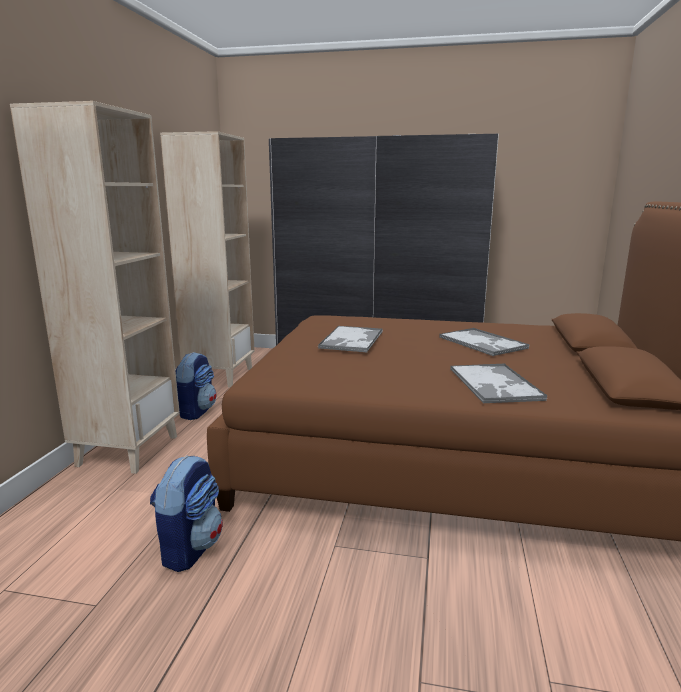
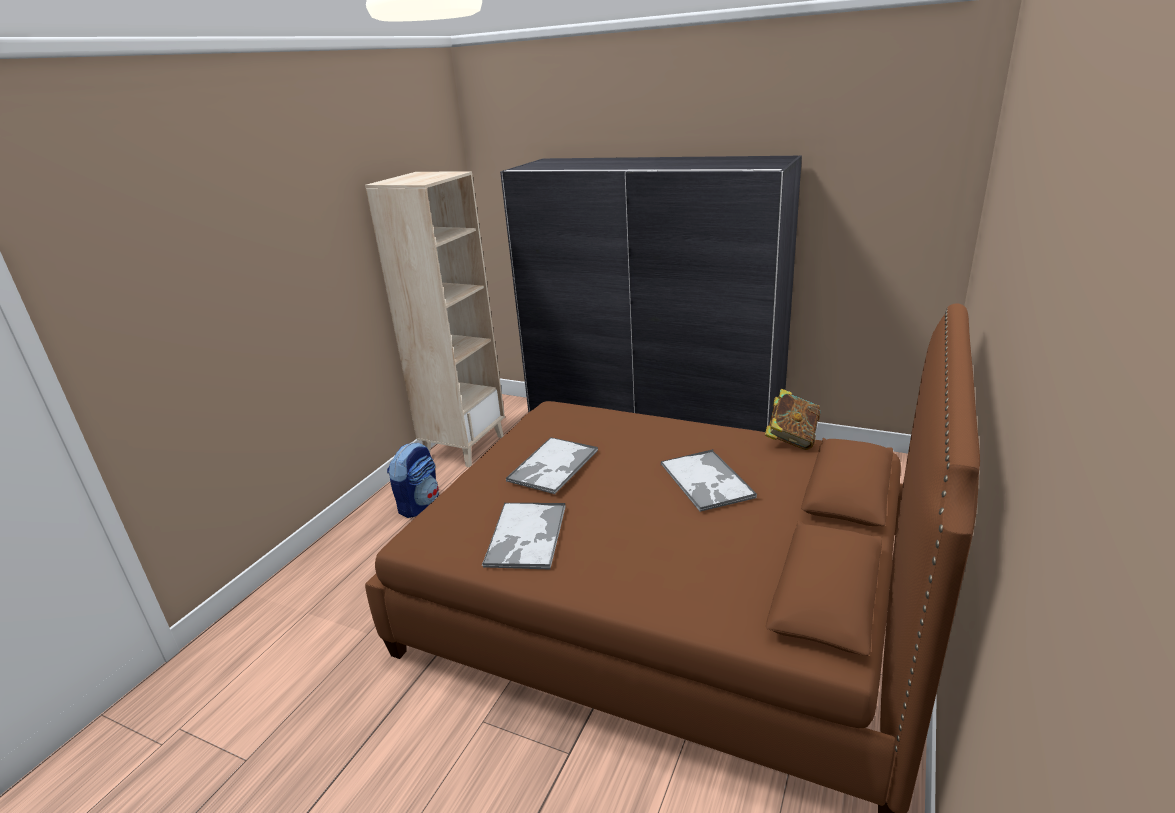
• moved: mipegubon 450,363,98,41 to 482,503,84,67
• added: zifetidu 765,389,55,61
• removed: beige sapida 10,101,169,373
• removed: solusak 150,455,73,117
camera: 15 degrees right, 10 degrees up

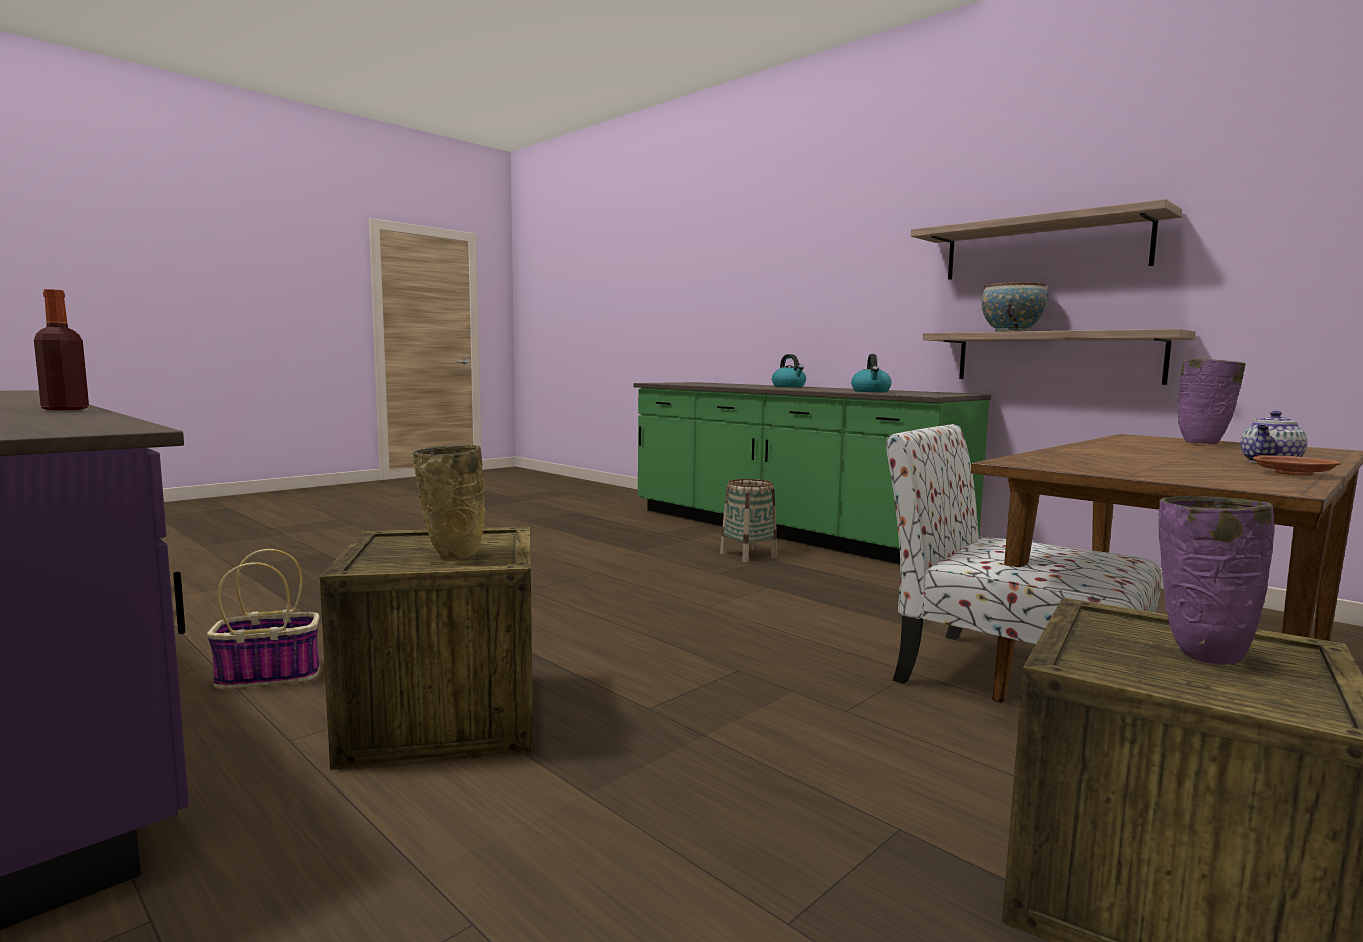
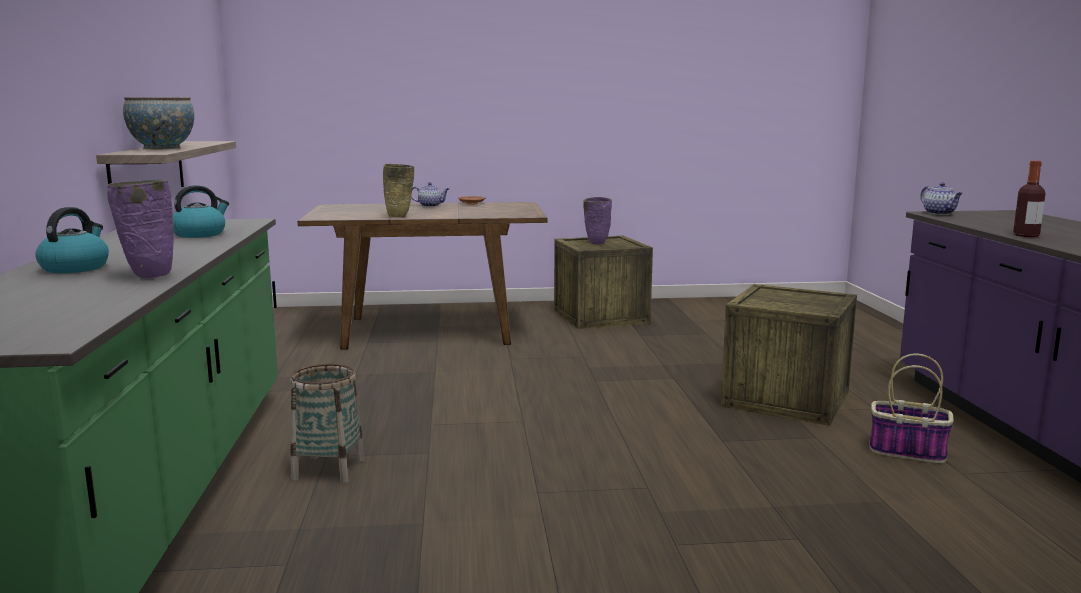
• moved: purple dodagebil 1177,359,69,85 to 107,179,67,99
• moved: beige dodagebil 413,445,73,114 to 383,164,31,54
• added: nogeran 920,182,43,33
• removed: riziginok 886,424,276,260
• removed: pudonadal 911,199,271,81
camera: 140 degrees left, 5 degrees up

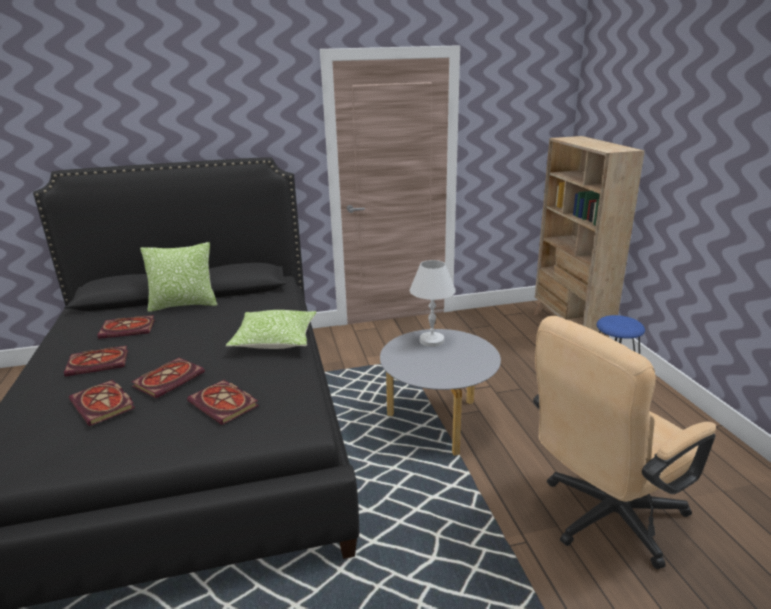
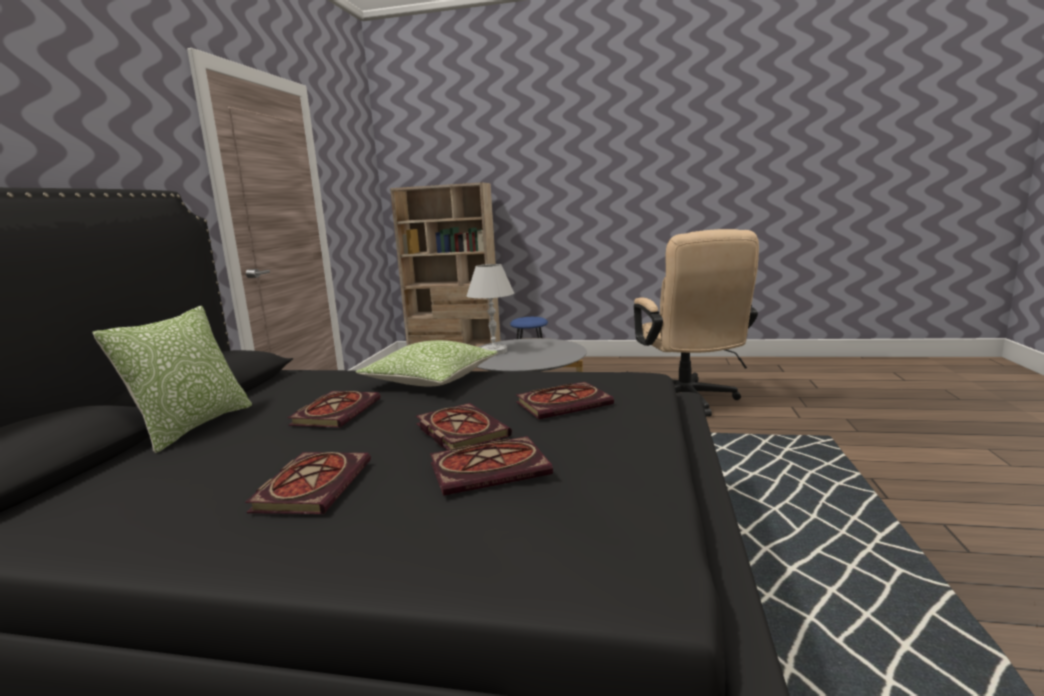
• moved: zifetidu 97,315,58,24 to 287,391,94,36
camera: 65 degrees left, 10 degrees down

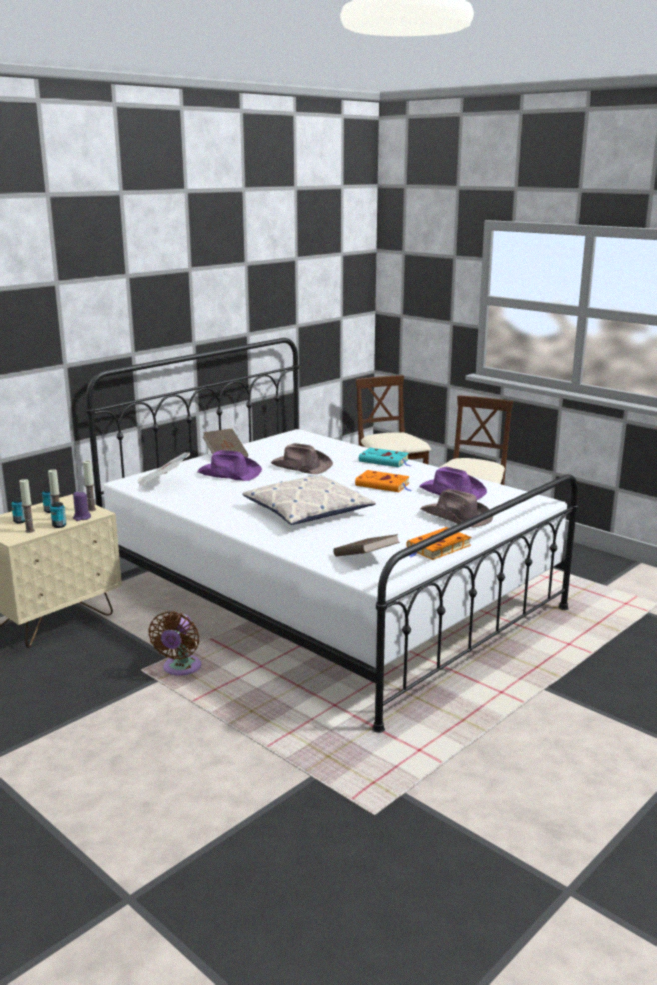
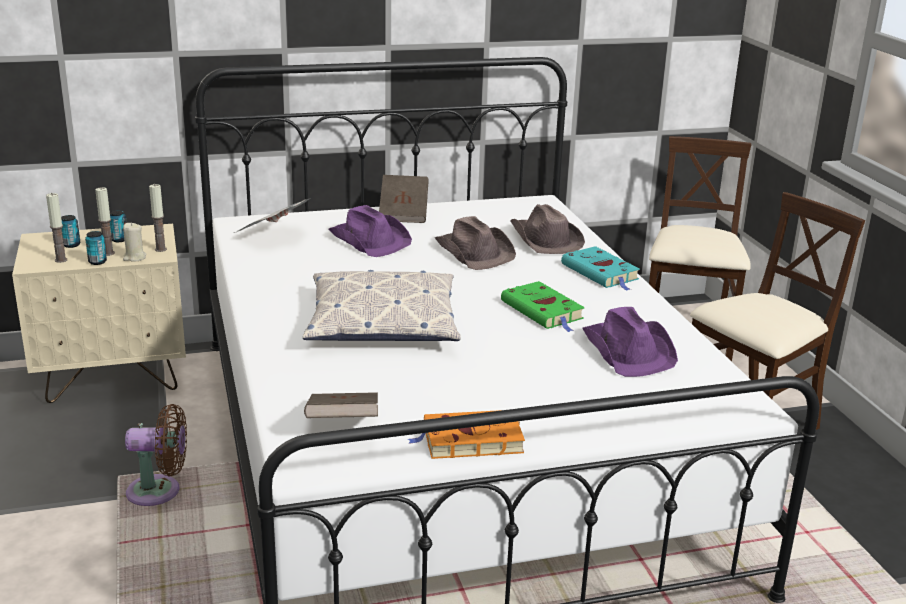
• recoloured: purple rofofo 73,491,18,30 to beige rofofo 123,223,24,39
• turned: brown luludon 148,611,53,65 = 125,404,62,102 135 degrees counterclockwise
• recoloured: orange zifetidu 355,470,56,22 to green zifetidu 501,281,84,51
• moved: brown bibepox 420,489,73,39 to 510,204,75,50
camera: 30 degrees right, 5 degrees up

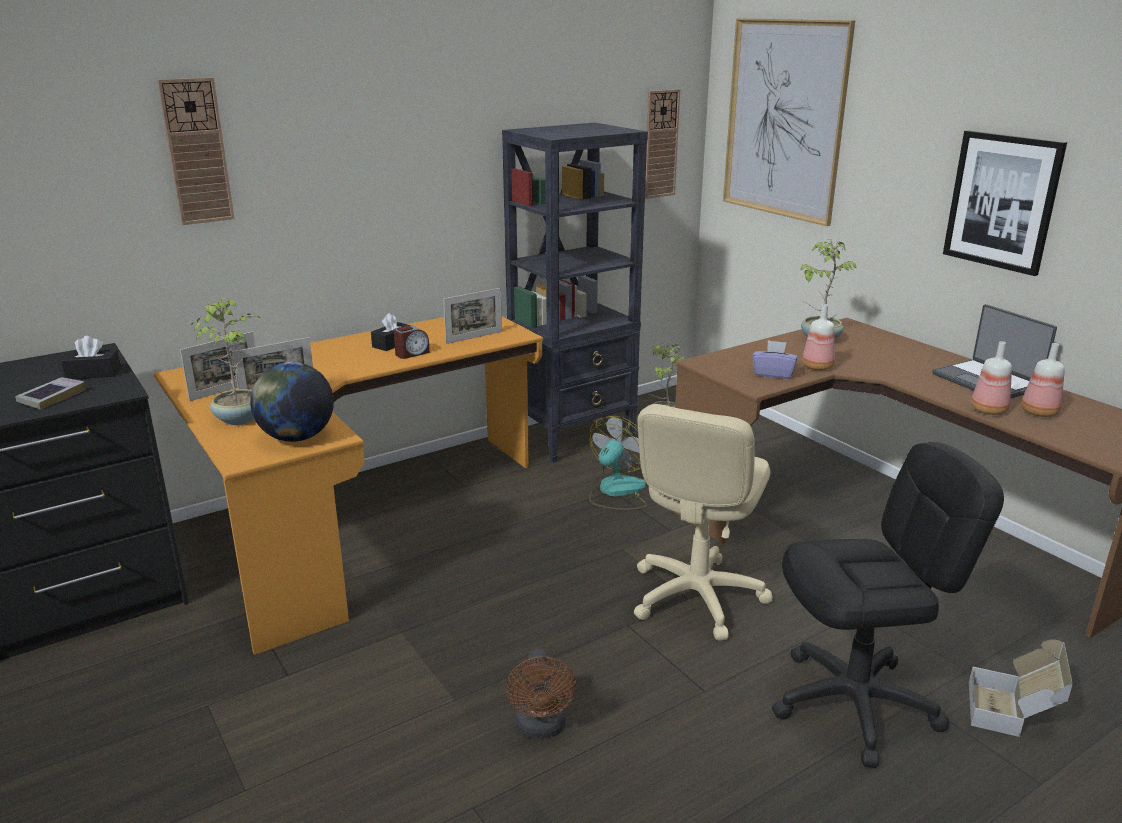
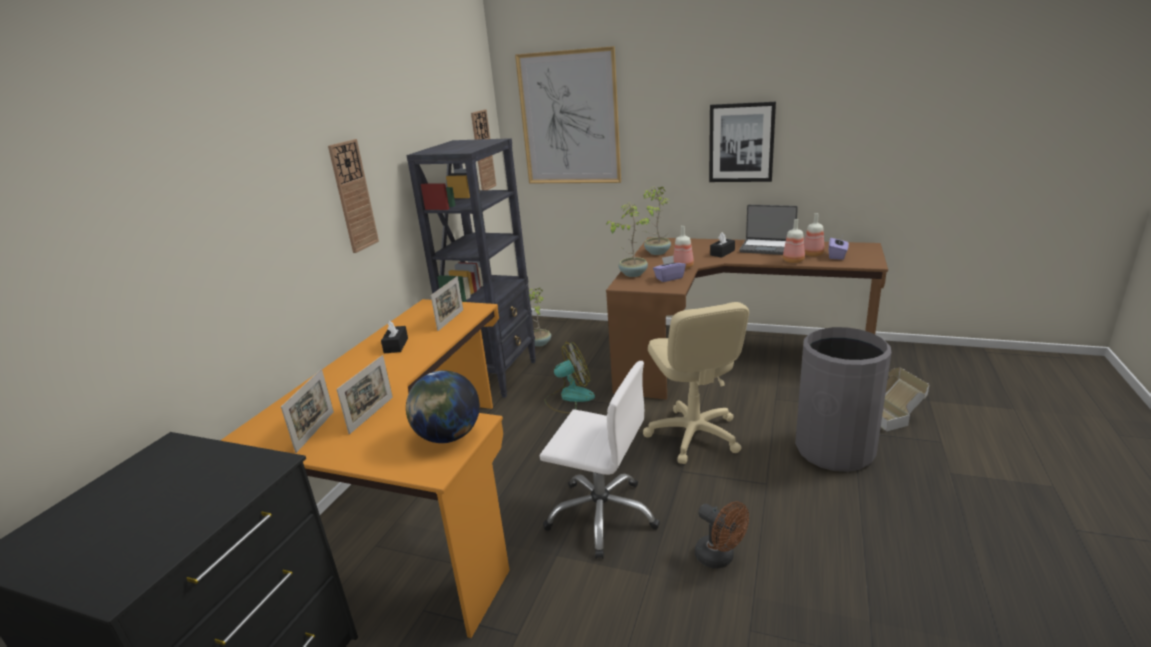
• moved: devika 157,77,78,148 to 328,139,51,114
• added: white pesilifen 540,361,120,198
• turned: luludon 589,416,58,94 = 545,342,50,72 75 degrees clockwise
• moved: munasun 192,298,68,127 to 606,202,44,75
• moved: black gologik 61,336,60,43 to 710,232,25,26
• replaced: black pesilifen 772,442,232,326 to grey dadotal 795,327,96,145
• added: purple gologik 829,237,20,23
• removed: zifetidu 15,377,71,33
• removed: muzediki 393,325,37,34
camera: 35 degrees left, 0 degrees up

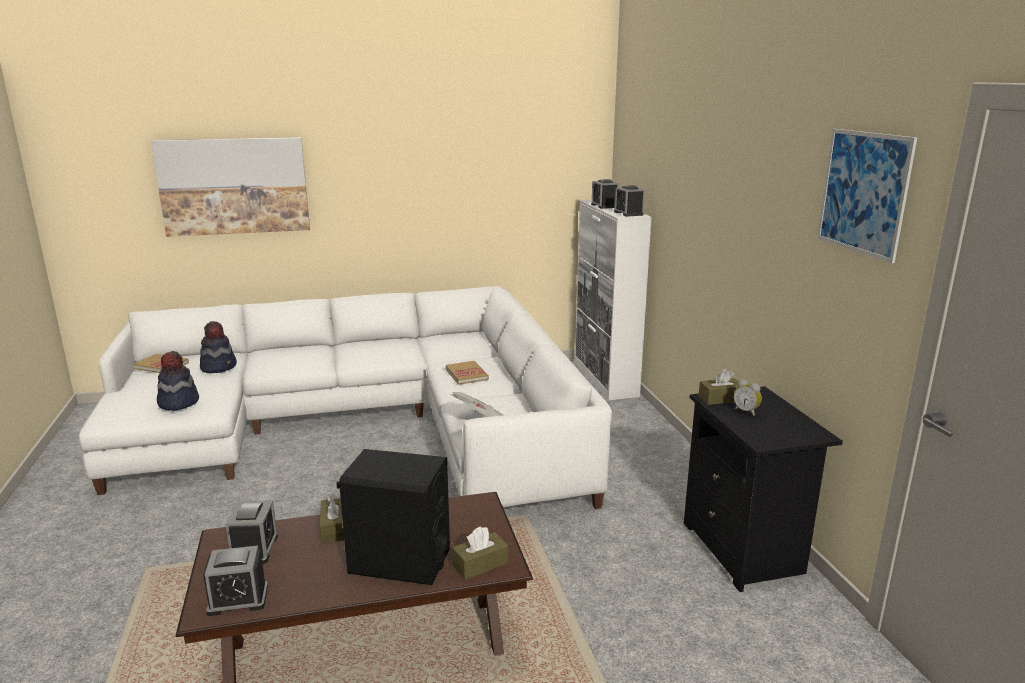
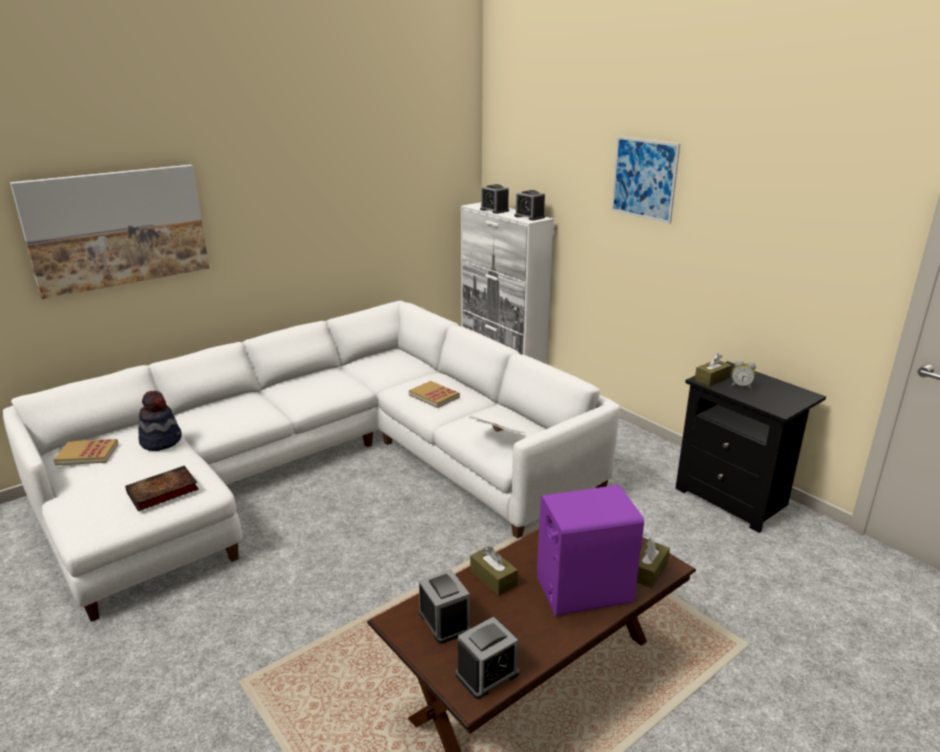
• replaced: bibepox 157,351,42,60 to zifetidu 125,465,74,46
• recoloured: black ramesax 336,449,114,136 to purple ramesax 537,485,107,131
• moved: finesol 817,129,100,134 to 611,136,69,88
camera: 25 degrees left, 5 degrees up

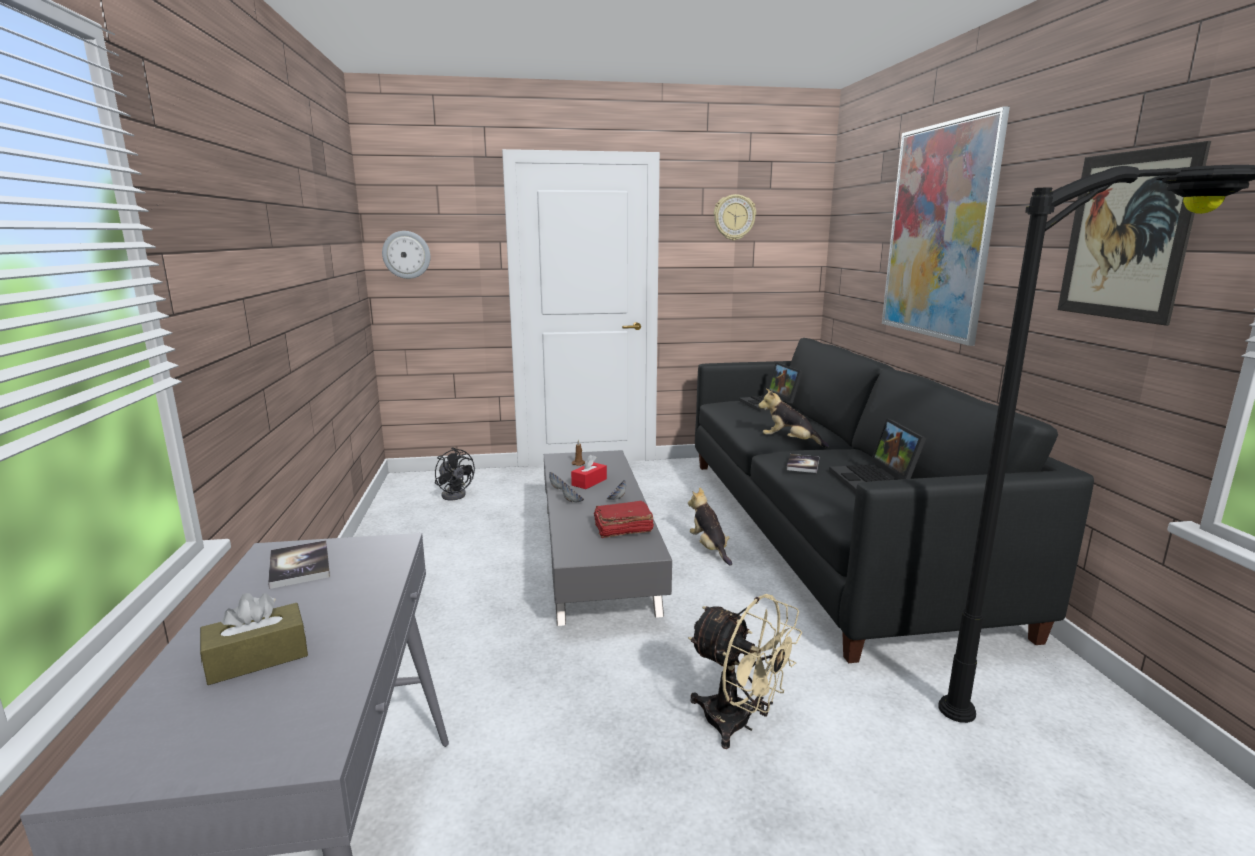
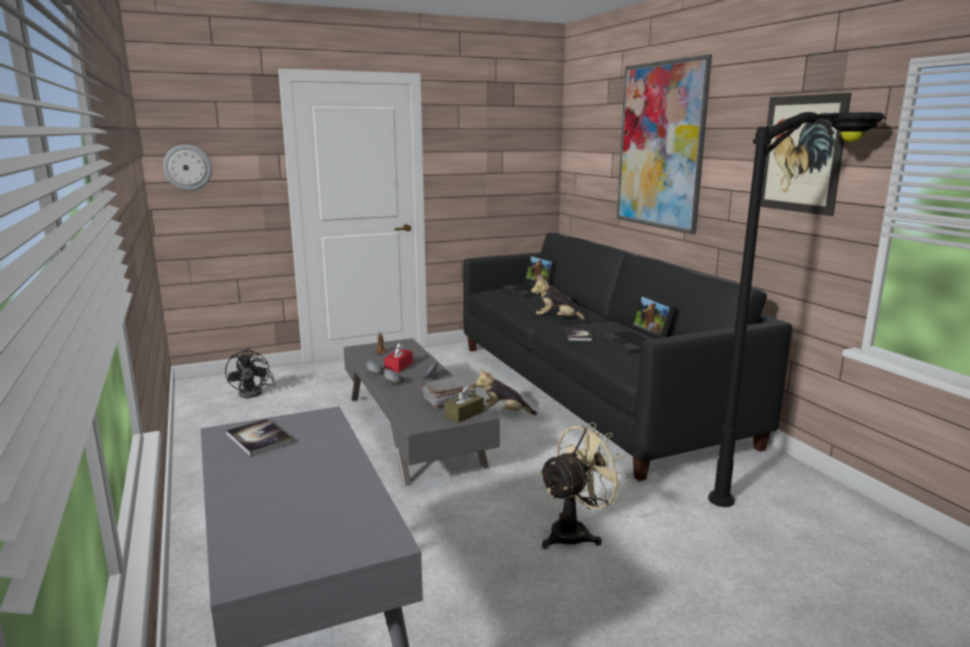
• turned: black luludon 435,447,40,53 = 225,349,51,49 45 degrees clockwise
• recoloured: red zifetidu 594,501,60,37 to grey zifetidu 422,375,54,33
• moved: brown gologik 200,593,108,92 to 445,386,39,37
• turned: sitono 688,487,44,79 = 475,369,62,46 45 degrees counterclockwise
• turned: beige luludon 688,594,114,155 = 538,422,92,127 60 degrees counterclockwise
• removed: devika 714,194,42,47
camera: 15 degrees left, 0 degrees up

